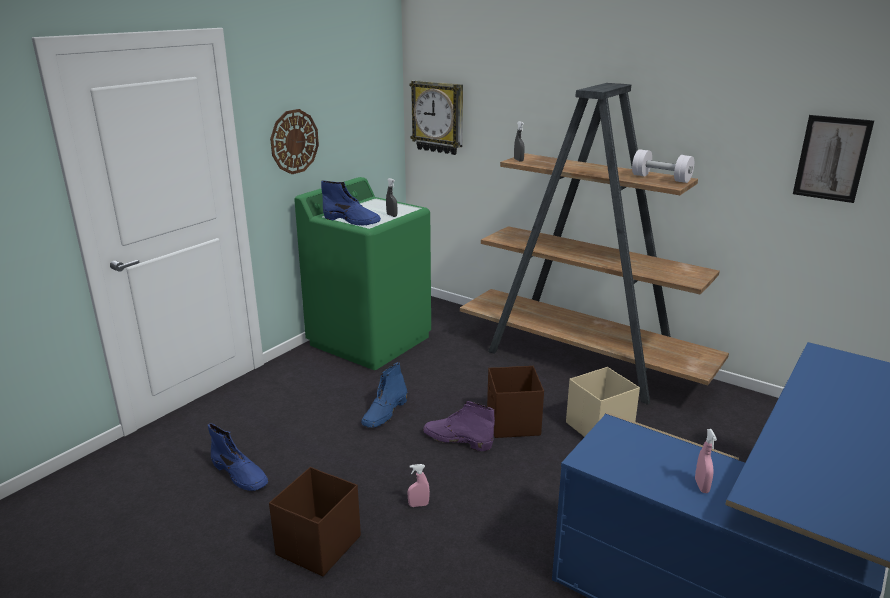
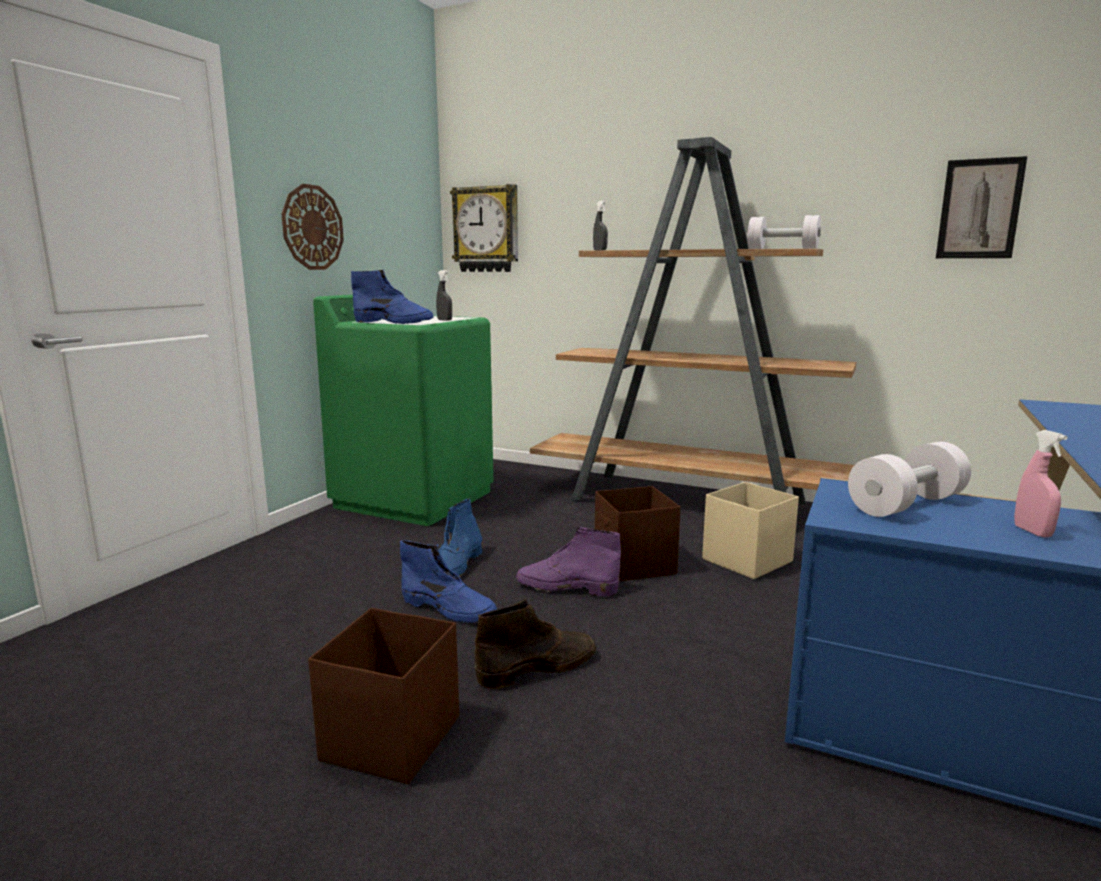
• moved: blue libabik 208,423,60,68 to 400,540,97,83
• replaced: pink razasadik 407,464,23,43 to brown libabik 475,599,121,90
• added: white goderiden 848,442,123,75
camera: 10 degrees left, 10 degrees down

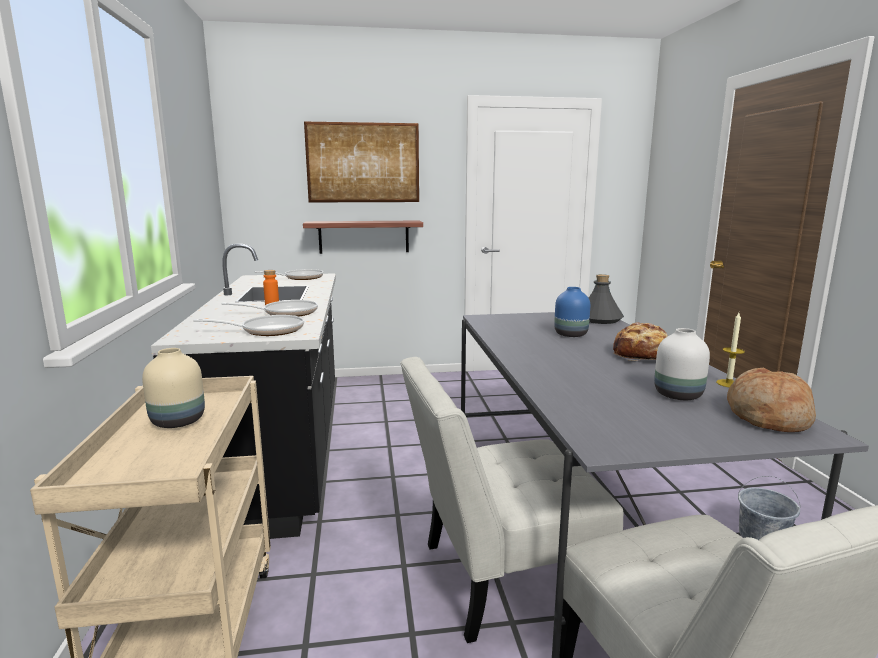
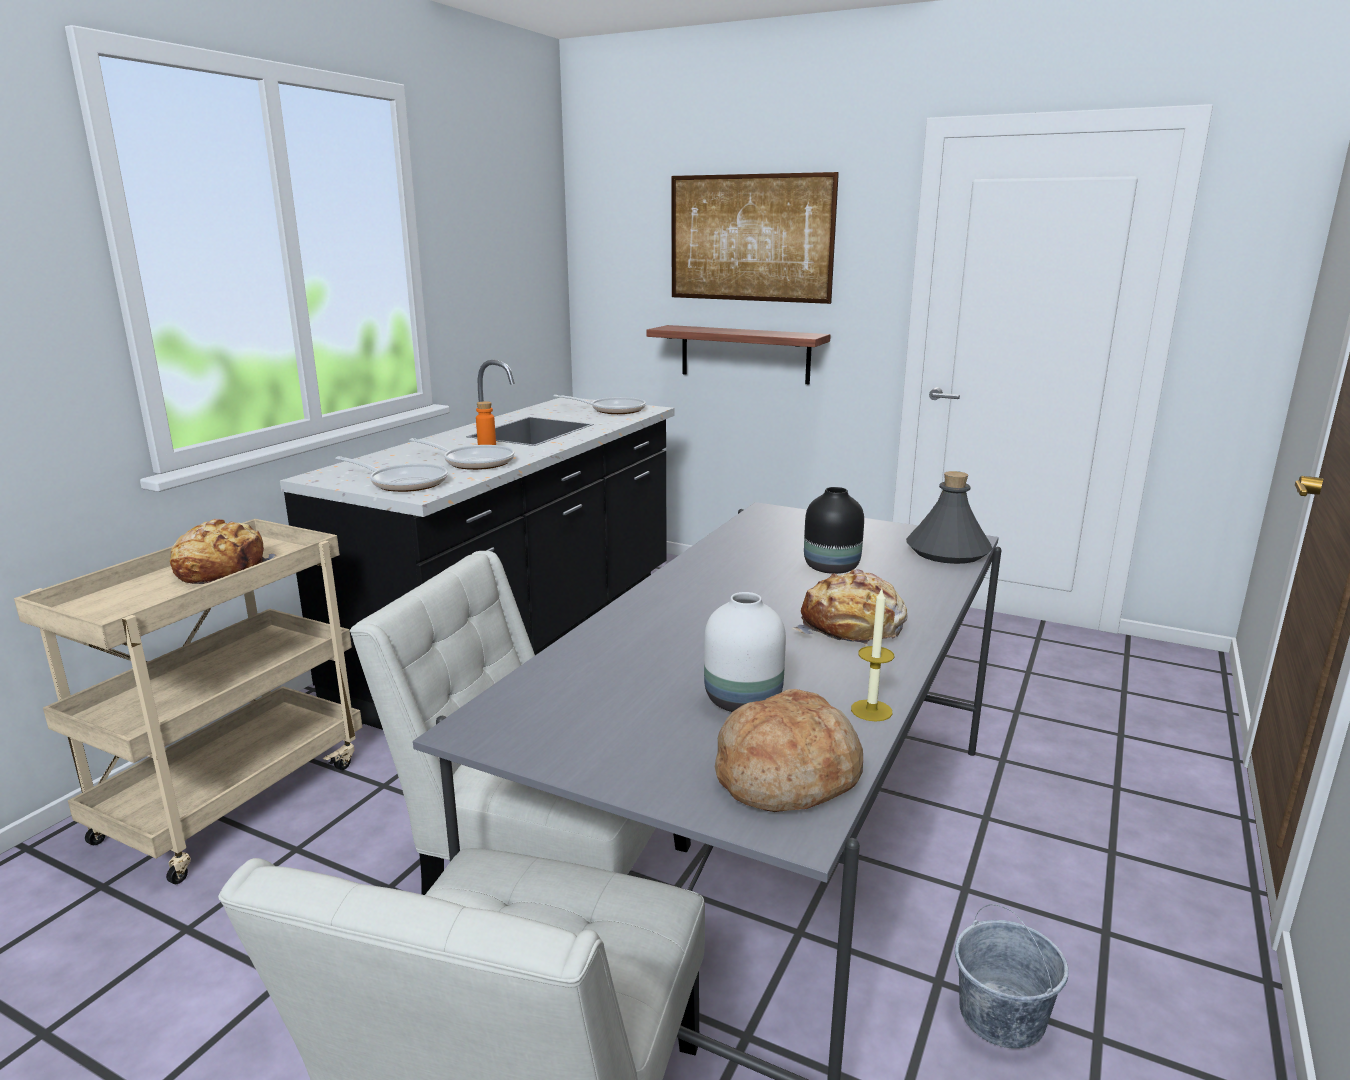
• replaced: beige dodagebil 142,348,63,80 to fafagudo 170,519,107,65
• recoloured: blue dodagebil 554,287,36,50 to black dodagebil 804,487,60,87
camera: 35 degrees right, 5 degrees up

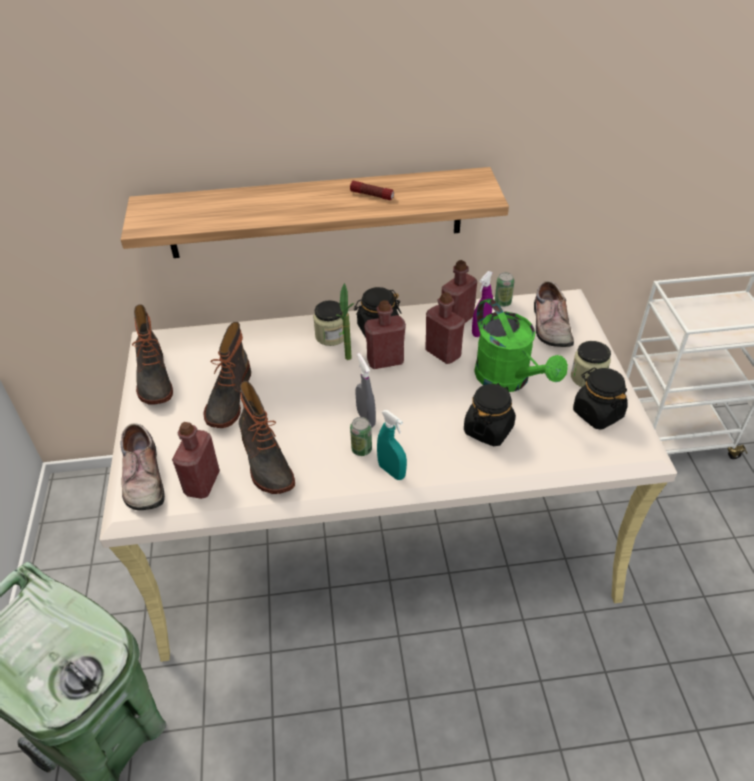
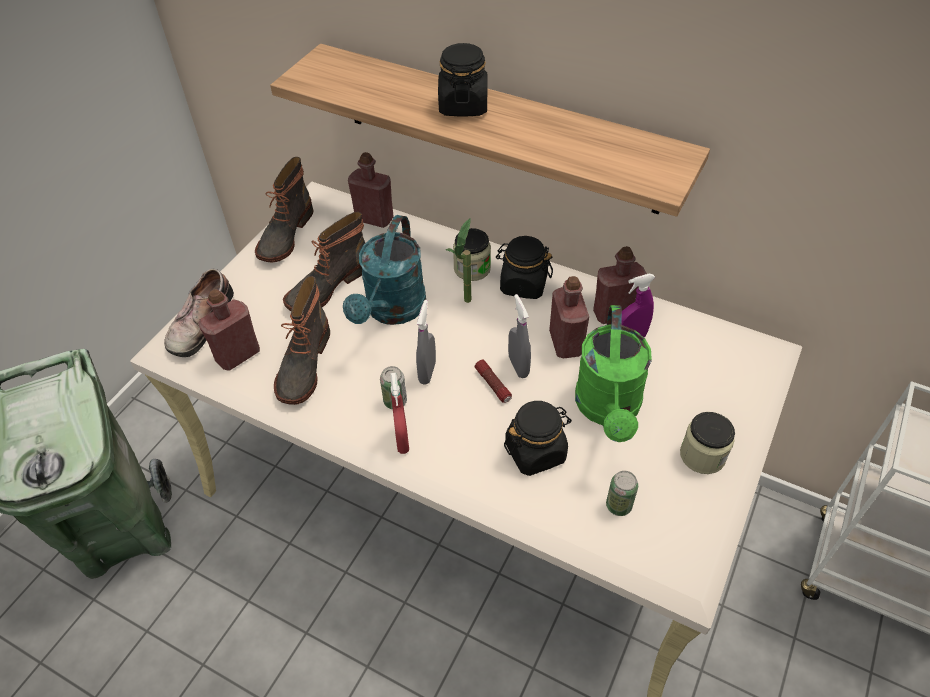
• added: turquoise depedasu 343,215,83,110
• moved: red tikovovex 364,300,42,69 to 348,152,46,76
• recoloured: turquoise razasadik 377,410,30,70 to red razasadik 390,373,19,81
• moved: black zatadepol 573,368,54,62 to 438,43,50,74
• moved: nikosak 350,181,44,19 to 475,360,37,43
• added: grey razasadik 508,294,23,84
• moved: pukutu 495,272,19,35 to 606,471,32,45
• removed: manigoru 534,281,40,66
camera: 35 degrees right, 5 degrees up

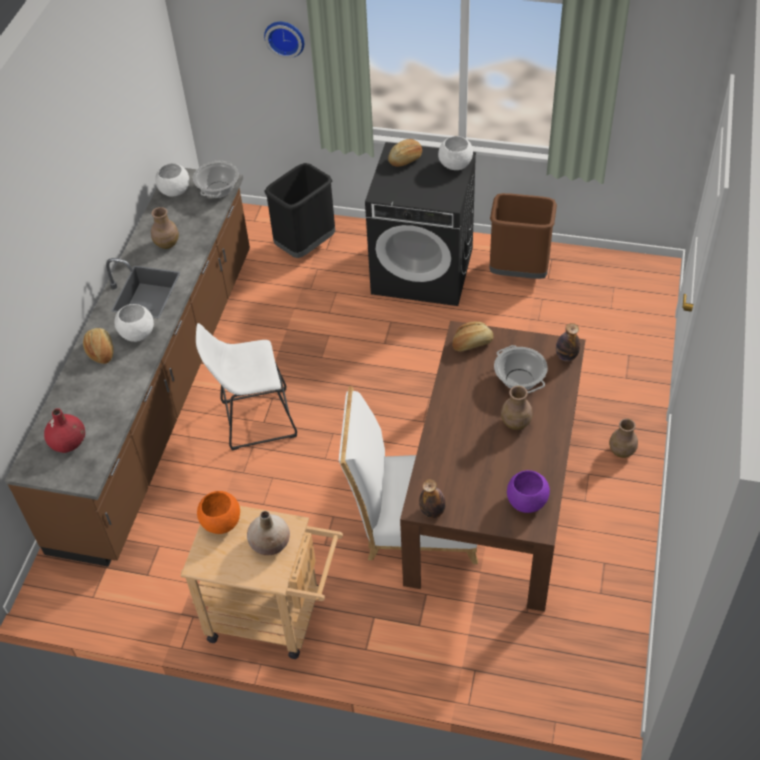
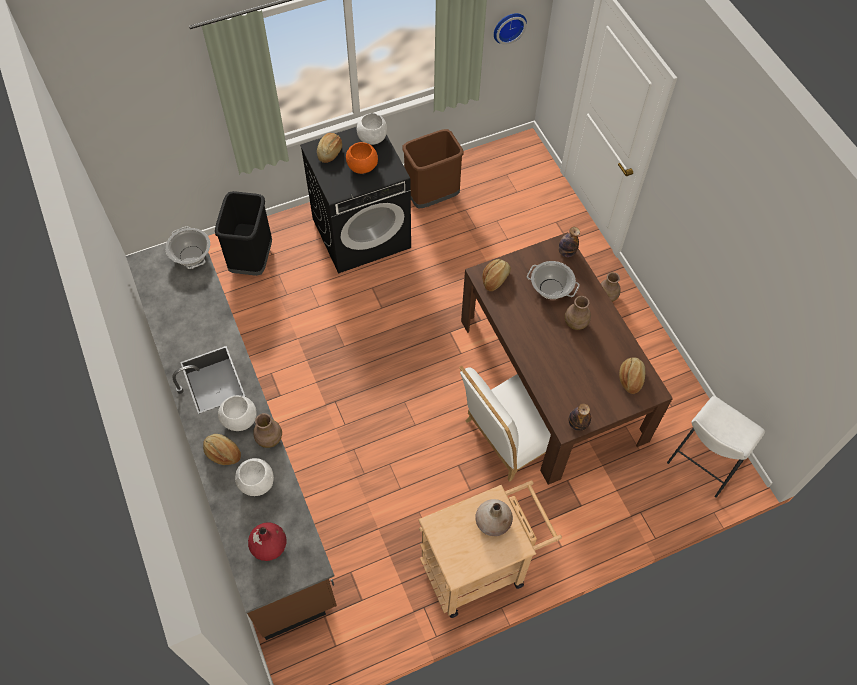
• moved: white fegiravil 155,163,34,34 to 235,458,39,38
• moved: brown dodagebil 151,207,28,42 to 253,413,29,35
• moved: orange fegiravil 197,491,43,43 to 346,142,32,32
• moved: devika 264,22,40,36 to 494,13,33,32
• replaced: purple fegiravil 507,470,43,43 to fafagudo 619,357,26,37
• moved: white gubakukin 196,323,101,127 to 667,396,98,102
camera: 40 degrees left, 10 degrees up

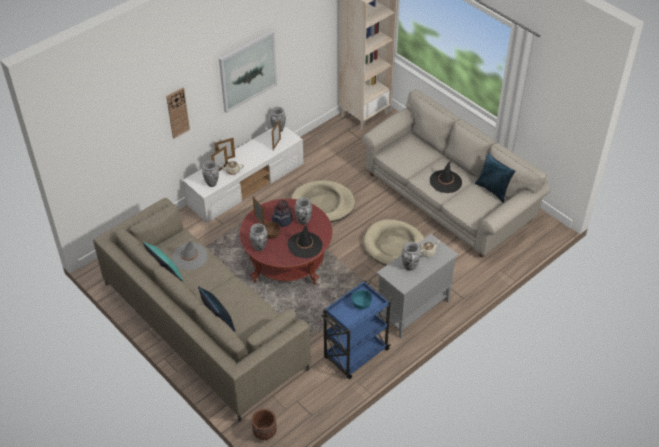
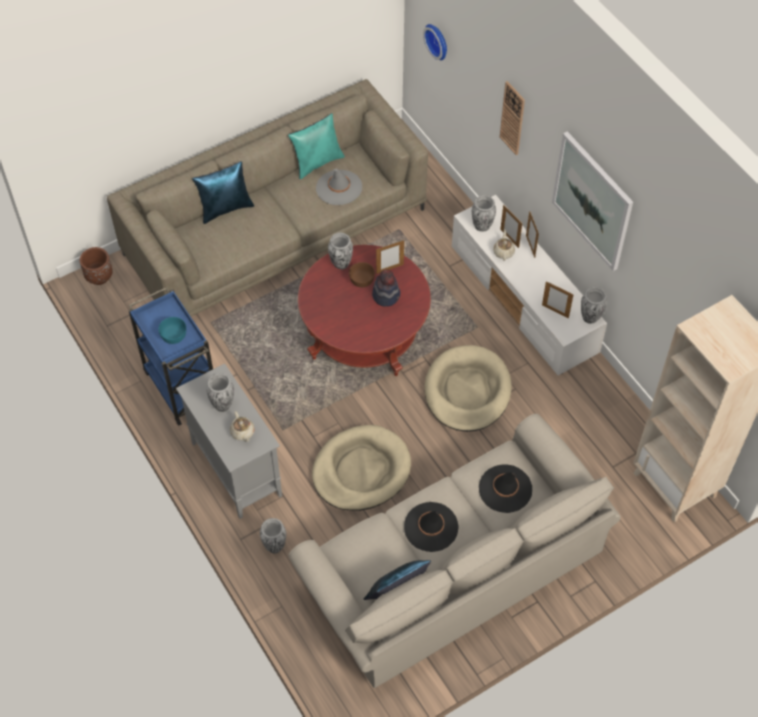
• moved: dodagebil 295,197,17,27 to 260,518,26,36
• added: devika 423,24,24,36
• moved: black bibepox 288,224,34,34 to 479,464,53,49
camera: 100 degrees right, 10 degrees up

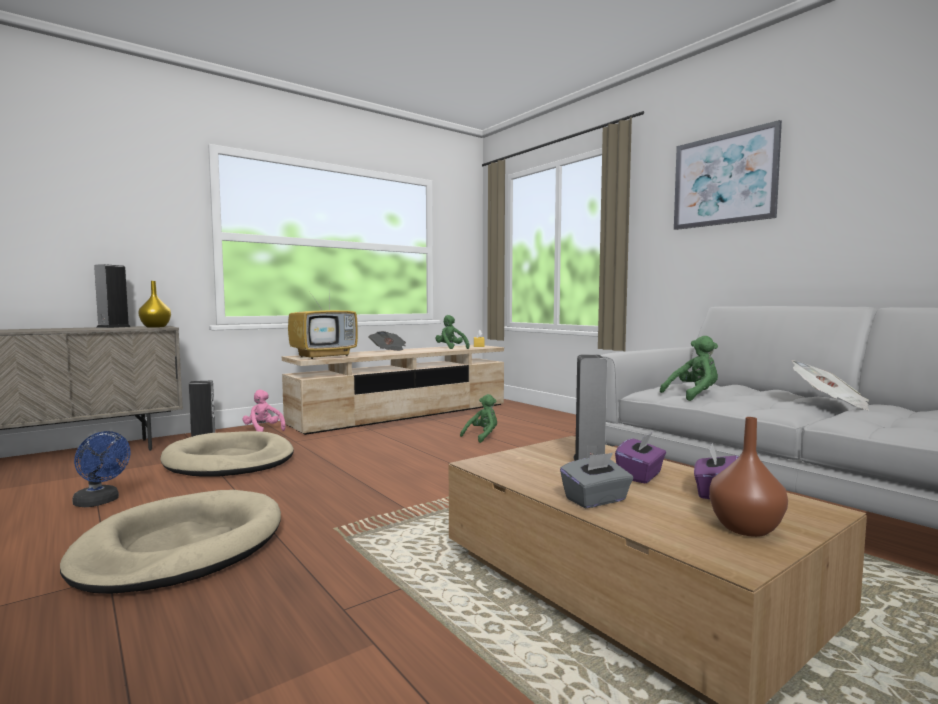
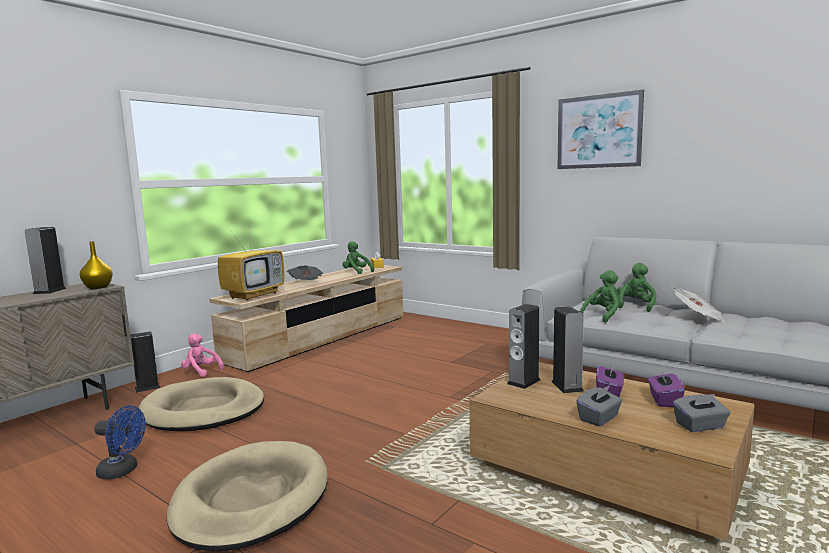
• added: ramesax 507,304,33,85
• moved: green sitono 460,394,37,49 to 617,263,40,49
• replaced: brown dodagebil 709,417,79,120 to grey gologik 673,394,58,38
camera: 15 degrees left, 5 degrees up

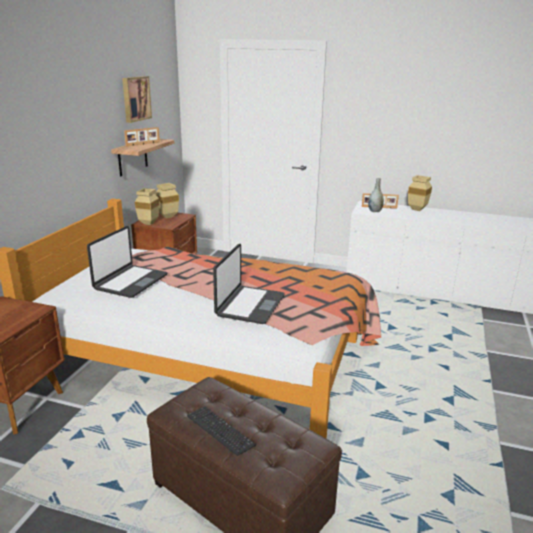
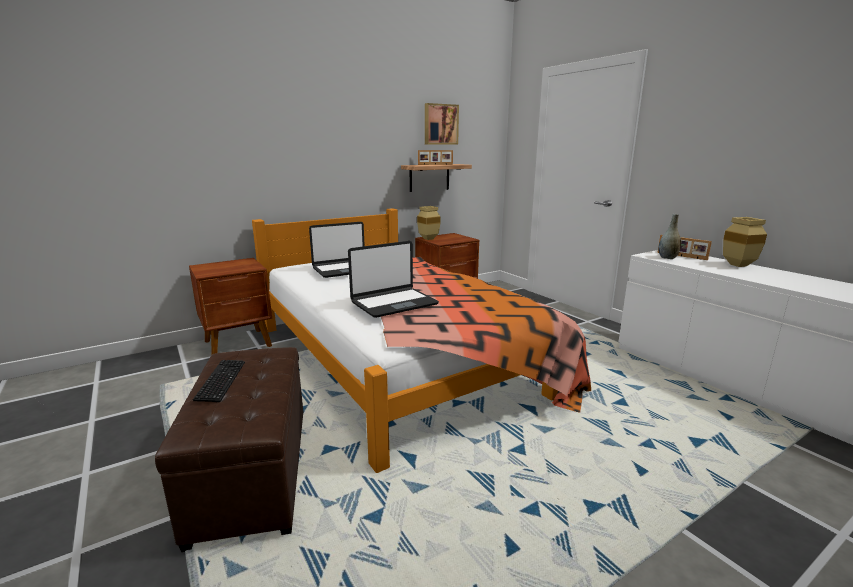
• removed: beige dodagebil 155,183,24,35
camera: 40 degrees right, 5 degrees down

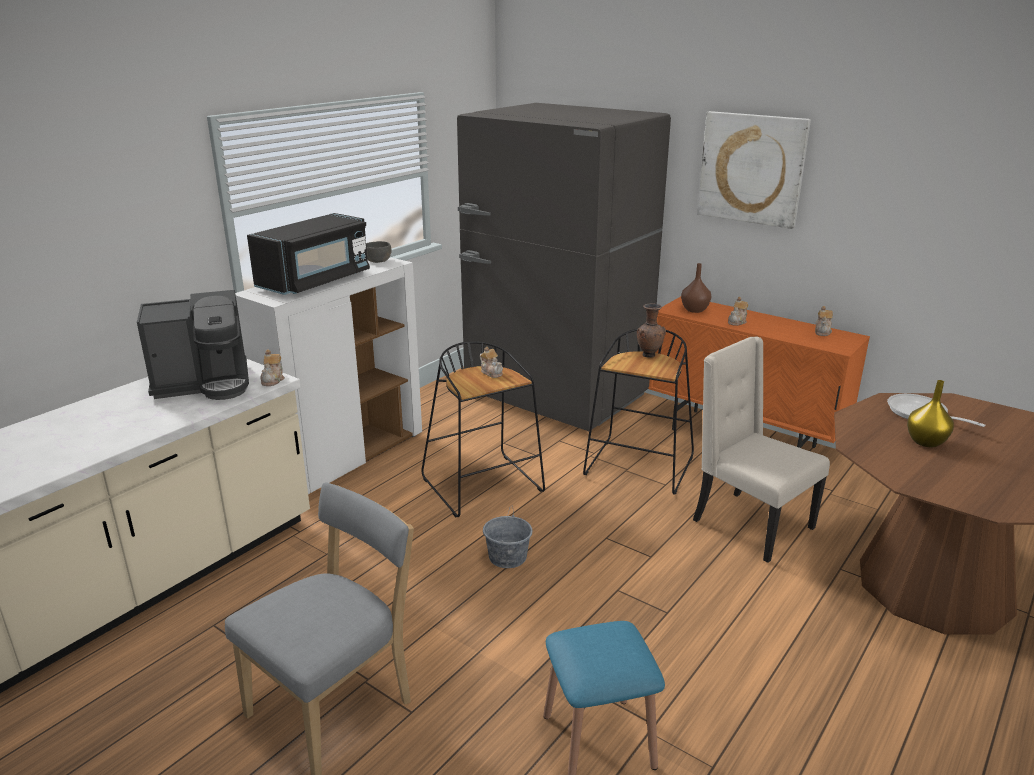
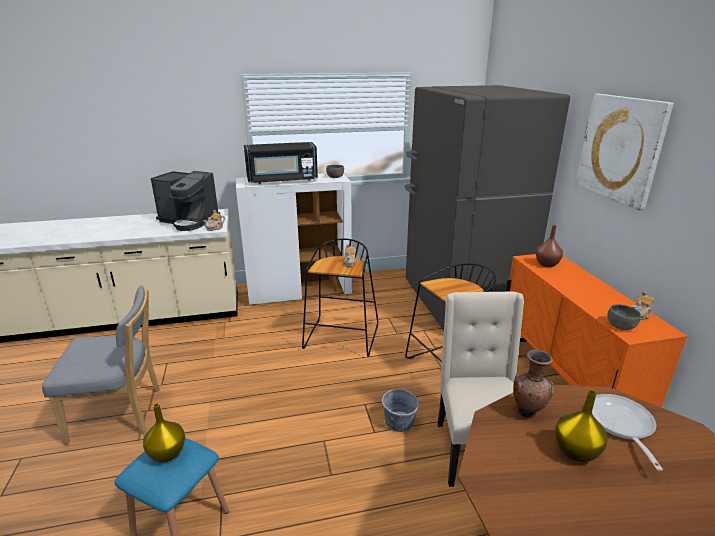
• added: yellow dodagebil 143,403,42,59
• moved: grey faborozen 483,506,49,62 to 382,385,37,47
• moved: brown dodagebil 637,303,29,55 to 513,350,41,68
• added: grey fegiravil 607,304,34,26
• removed: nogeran 728,297,20,29
camera: 40 degrees right, 0 degrees up

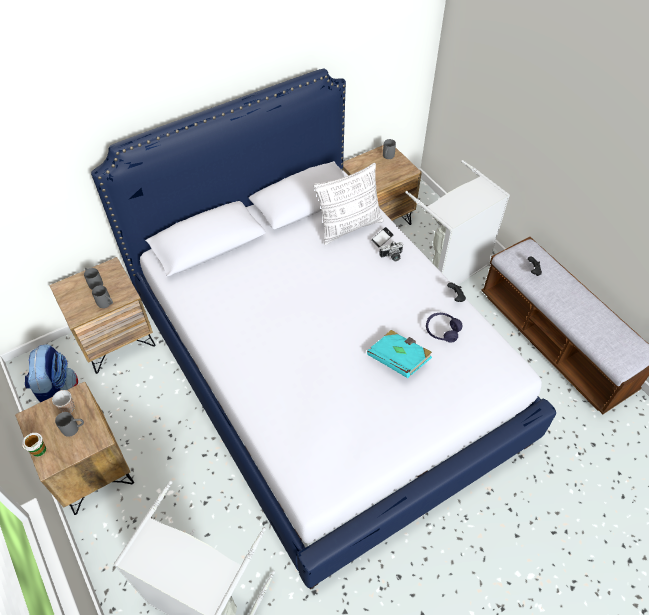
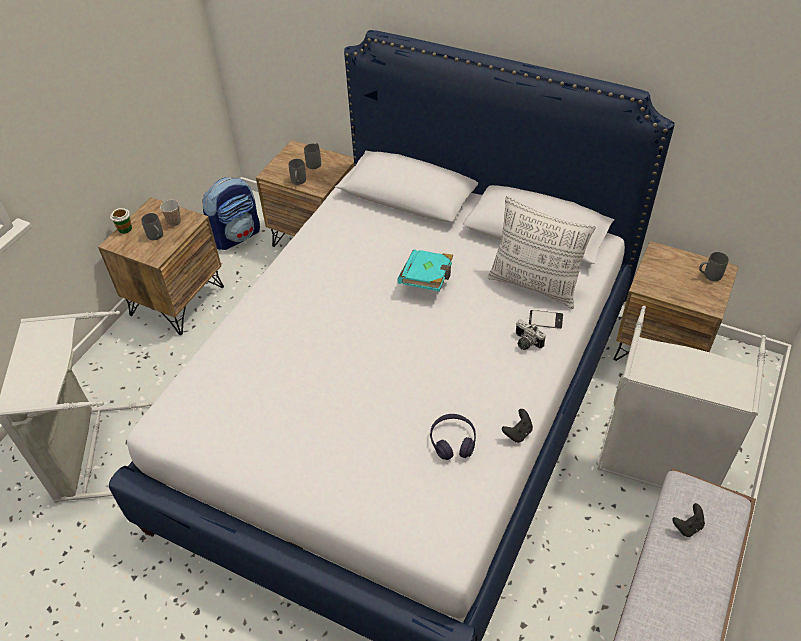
• moved: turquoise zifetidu 367,330,65,48 to 397,250,56,42
camera: 60 degrees right, 5 degrees down

